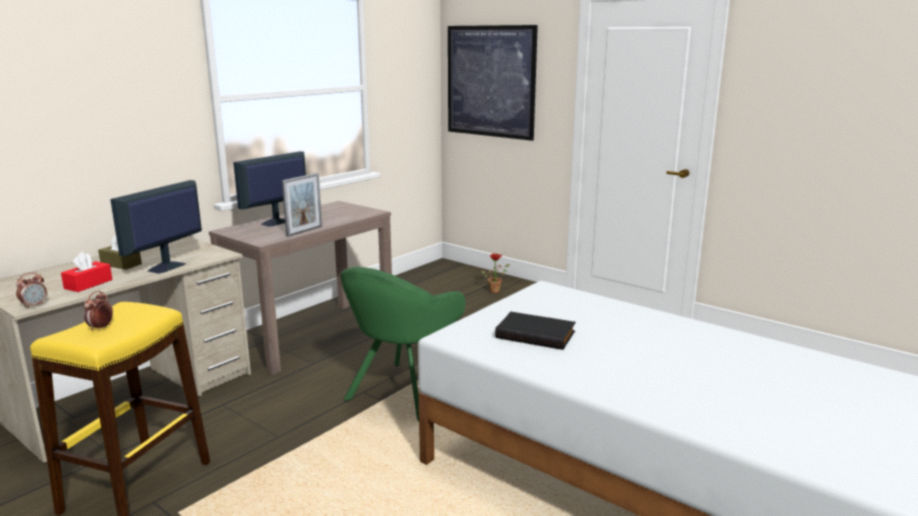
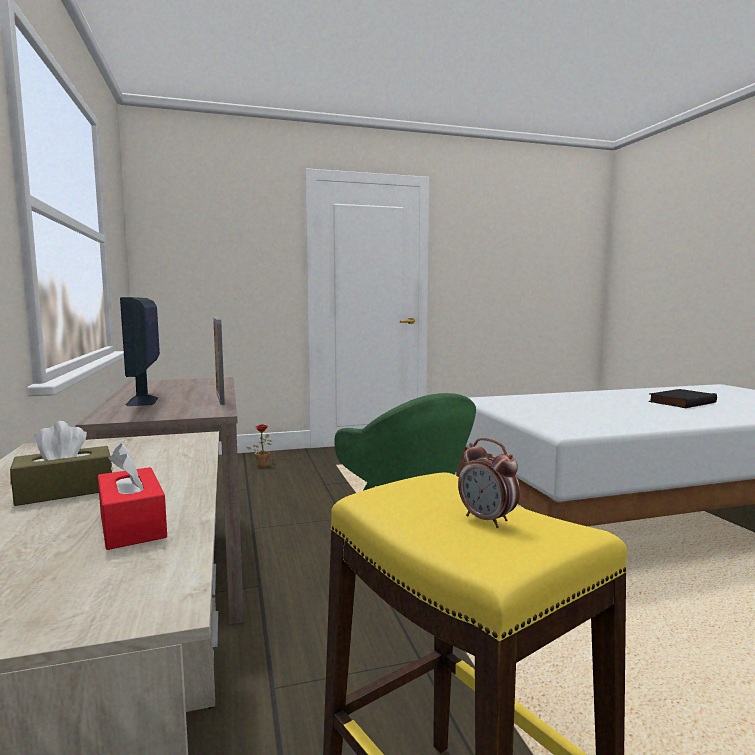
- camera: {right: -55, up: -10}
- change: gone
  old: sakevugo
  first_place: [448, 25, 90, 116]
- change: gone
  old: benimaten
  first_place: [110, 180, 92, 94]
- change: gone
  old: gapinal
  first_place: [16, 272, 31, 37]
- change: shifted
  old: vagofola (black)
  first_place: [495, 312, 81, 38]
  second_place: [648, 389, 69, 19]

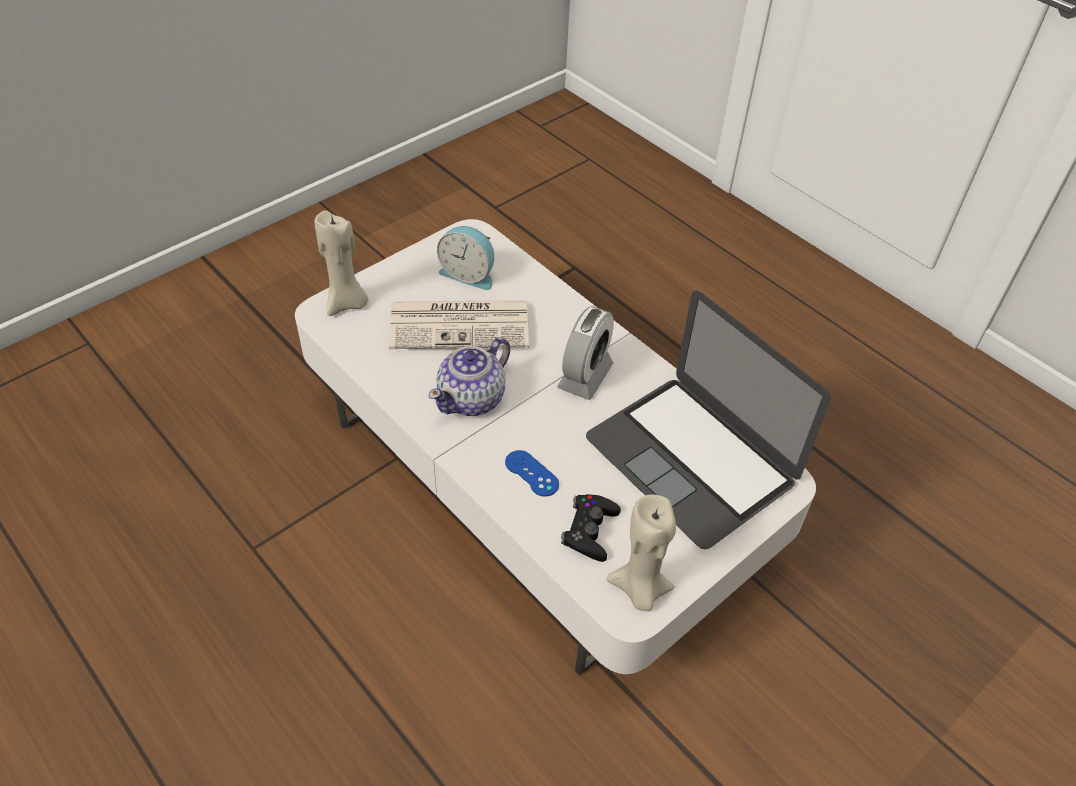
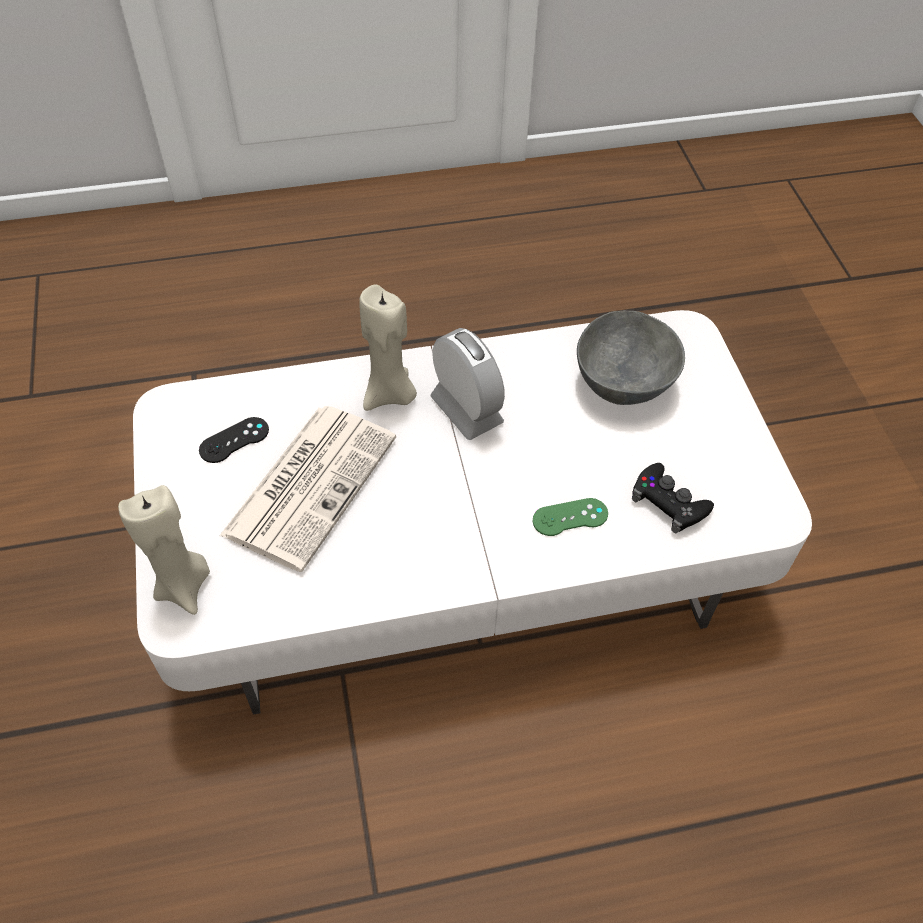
- camera: {right: -60, up: 5}
- change: swapped
  old: gapinal
  new: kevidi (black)
  first_place: [437, 226, 57, 64]
  second_place: [199, 417, 70, 46]
- change: swapped
  old: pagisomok
  new: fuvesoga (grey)
  first_place: [586, 291, 245, 258]
  second_place: [577, 311, 108, 94]
- change: gone
  old: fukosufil
  first_place: [429, 337, 81, 79]
- change: repainted
  old: kevidi (blue)
  new: kevidi (green)
  first_place: [505, 450, 54, 47]
  second_place: [533, 498, 75, 38]
- change: shifted
  old: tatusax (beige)
  first_place: [607, 495, 69, 116]
  second_place: [359, 284, 58, 127]

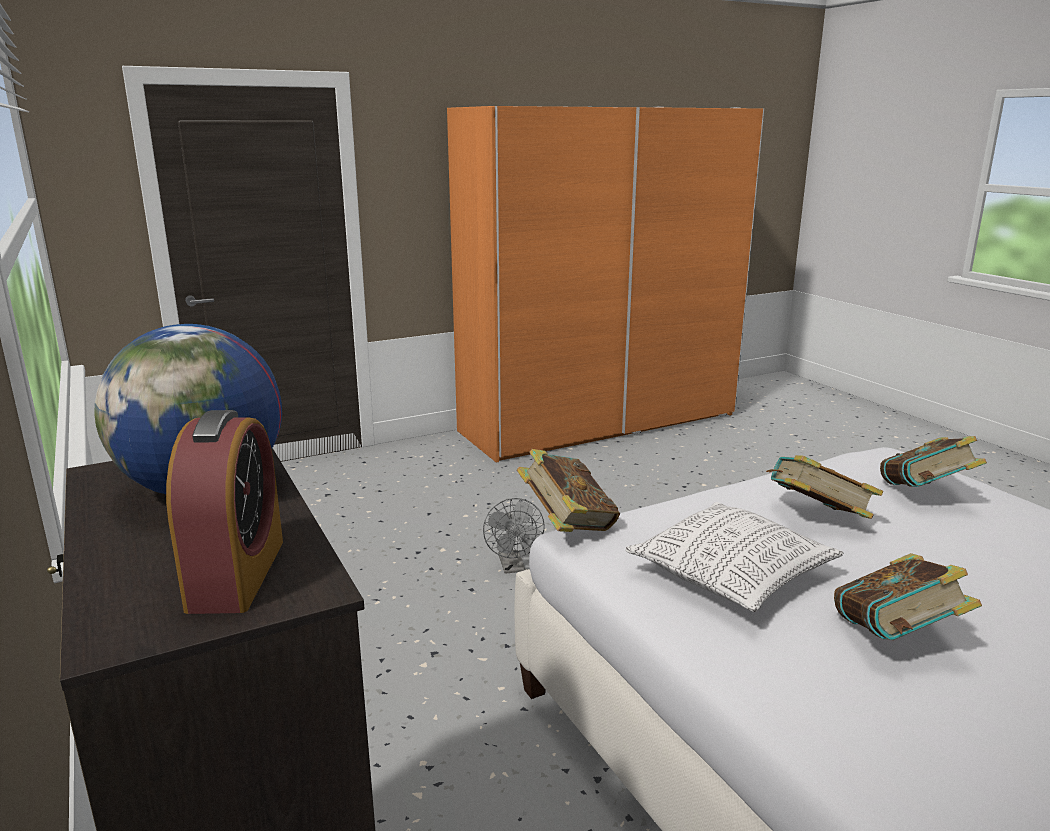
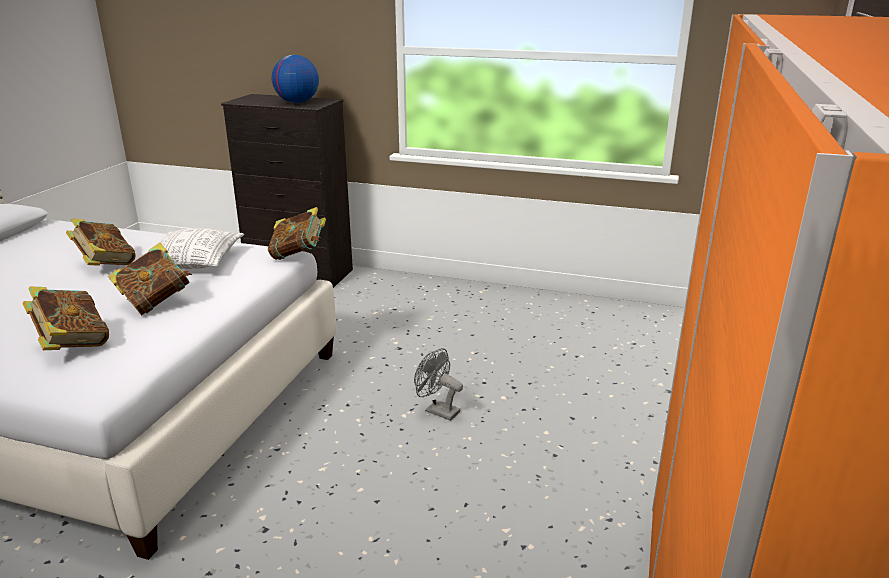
- camera: {right: 135, up: 5}
- change: gone
  old: gapinal
  first_place: [166, 410, 117, 204]

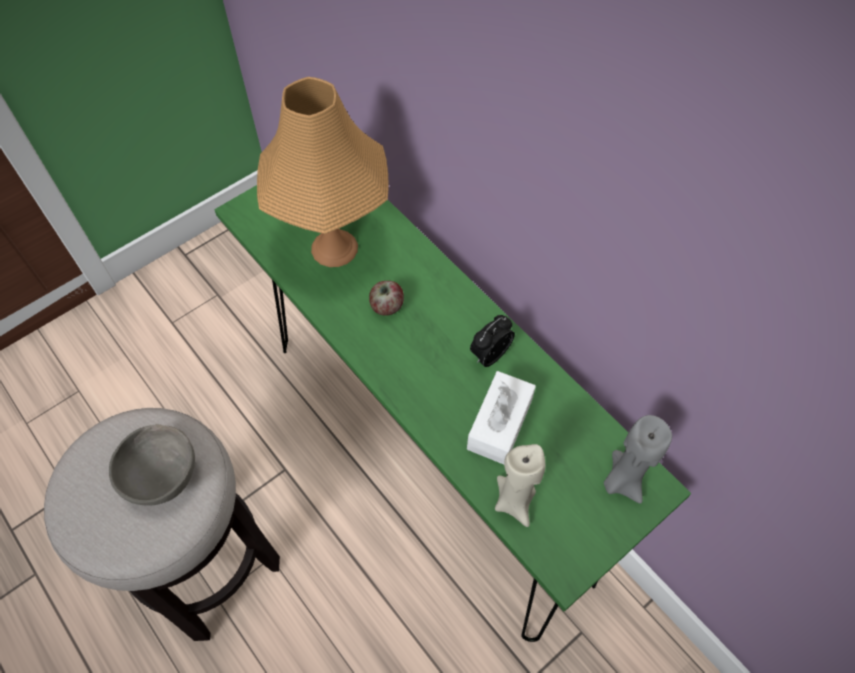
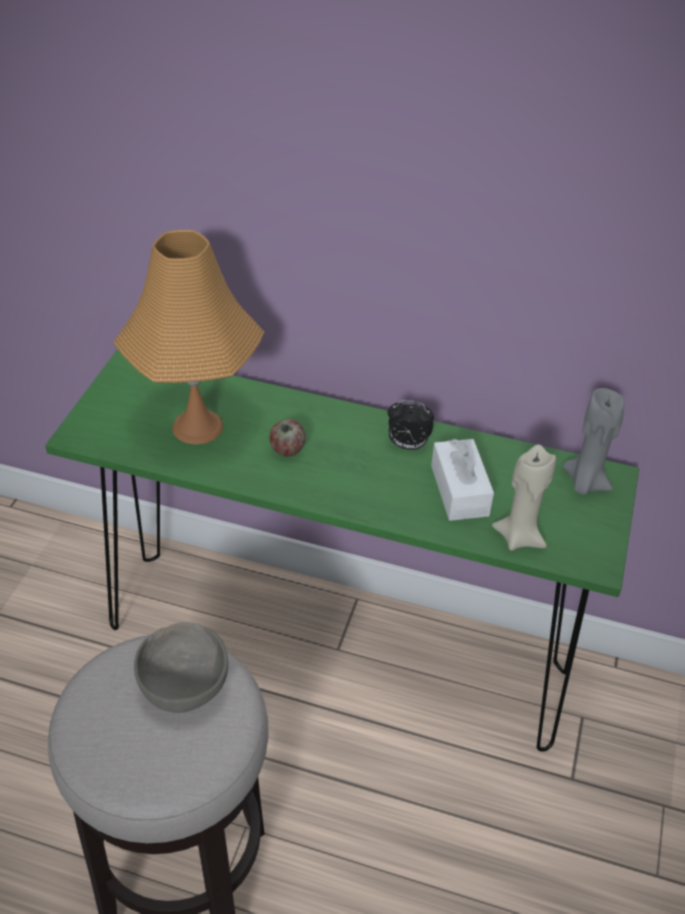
- camera: {right: -35, up: -15}
- change: rotated
  old: gapinal
  first_place: [470, 315, 45, 52]
  second_place: [388, 400, 46, 50]
  degrees: -90

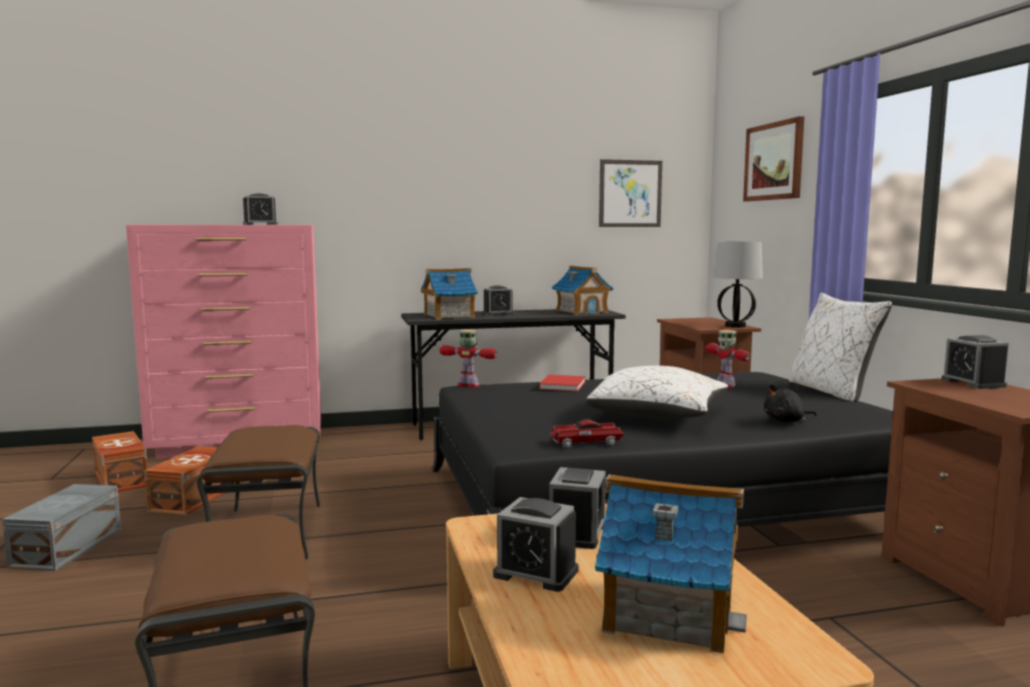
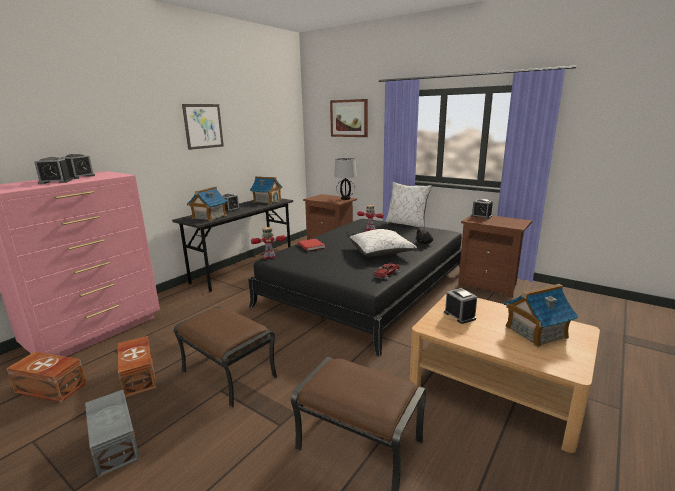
- camera: {right: -40, up: 10}
- change: shifted
  old: sakevugo
  first_place: [599, 159, 63, 68]
  second_place: [182, 104, 42, 46]
- change: shifted
  old: gapinal
  first_place: [493, 497, 86, 95]
  second_place: [34, 157, 38, 27]

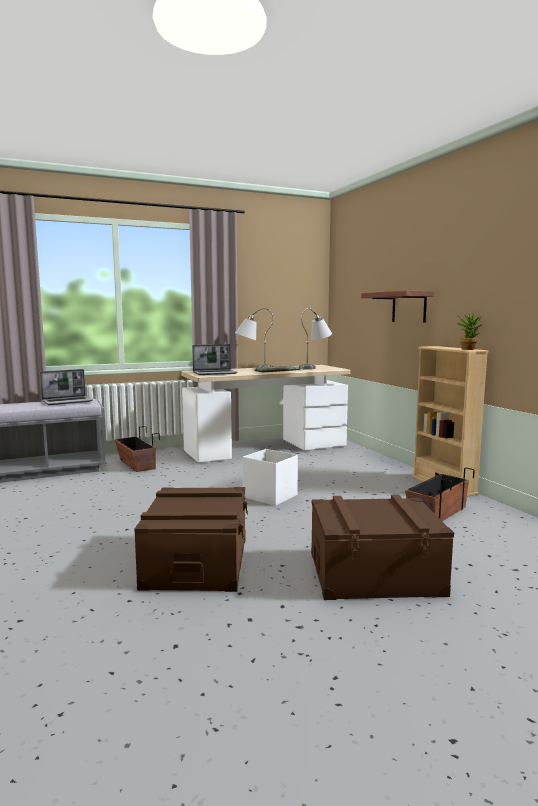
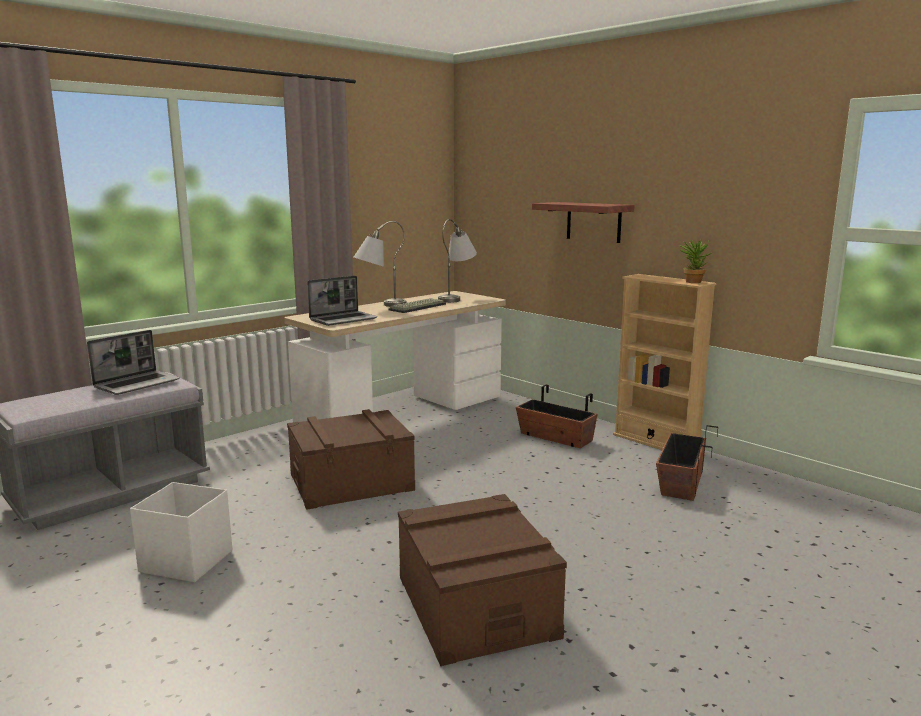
- camera: {right: -20, up: 5}
- change: shifted
  old: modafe
  first_place: [115, 426, 45, 46]
  second_place: [516, 385, 82, 63]
- change: shifted
  old: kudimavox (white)
  first_place: [243, 449, 55, 57]
  second_place: [130, 482, 102, 100]
- change: shifted
  old: kudimavox (brown)
  first_place: [311, 495, 143, 105]
  second_place: [287, 409, 128, 101]

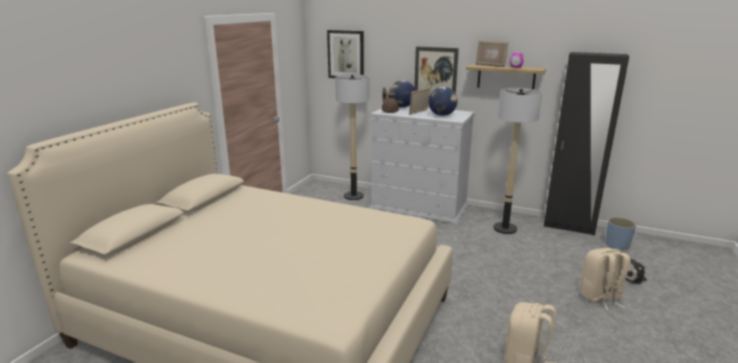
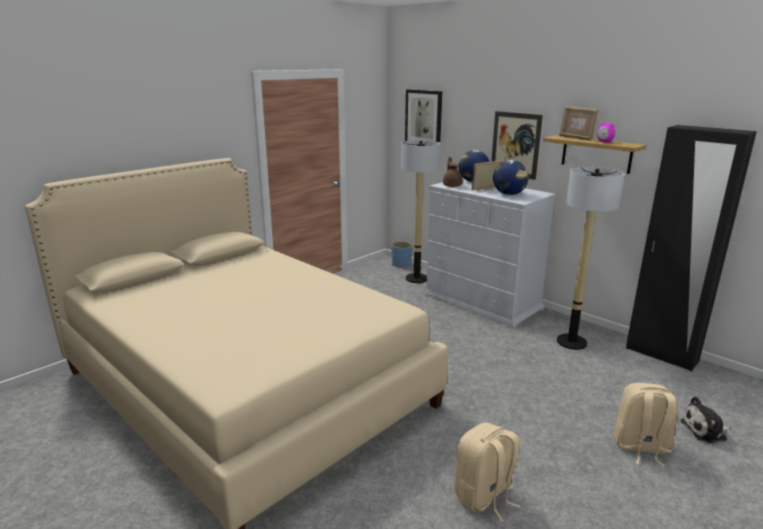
- camera: {right: 20, up: 0}
- change: shifted
  old: modafe (blue)
  first_place: [605, 217, 31, 33]
  second_place: [391, 241, 22, 27]

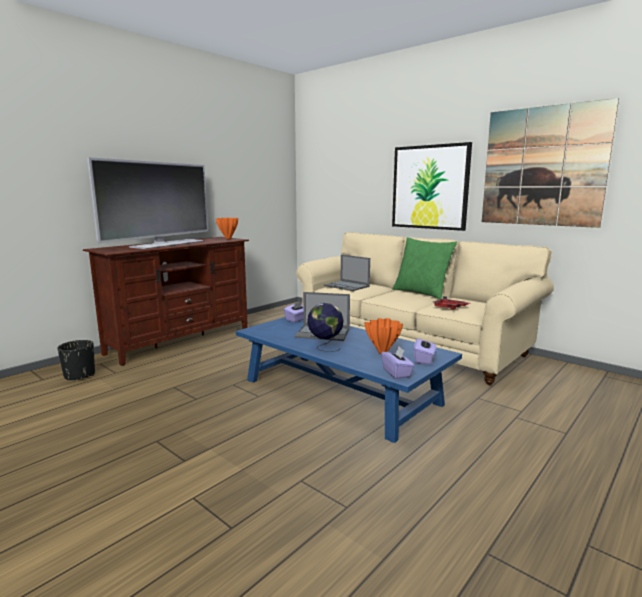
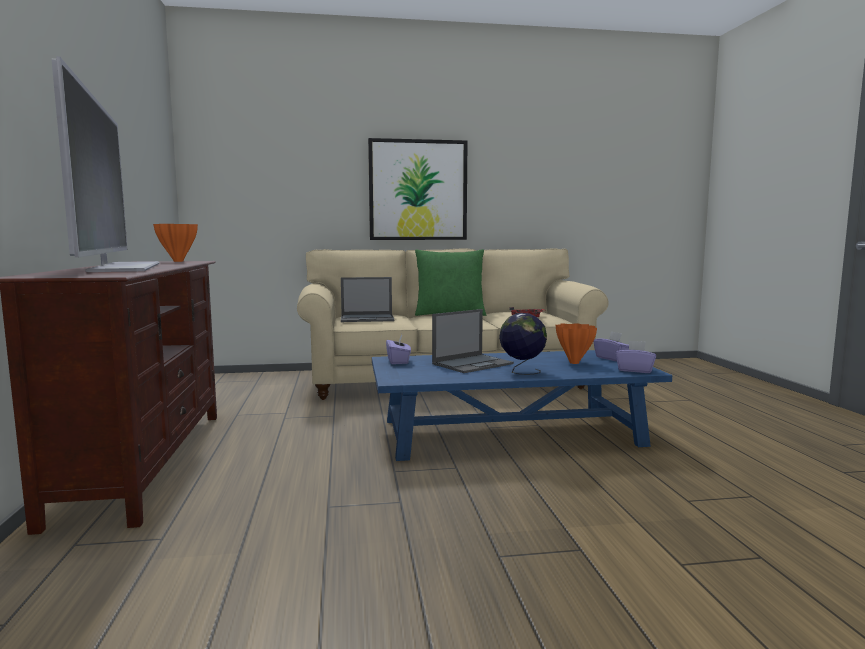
- camera: {right: -50, up: -5}
- change: gone
  old: sakevugo
  first_place: [482, 98, 137, 130]
- change: gone
  old: modafe (black)
  first_place: [57, 340, 38, 41]

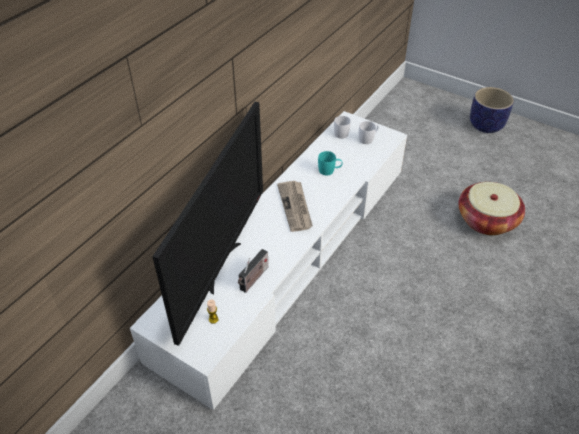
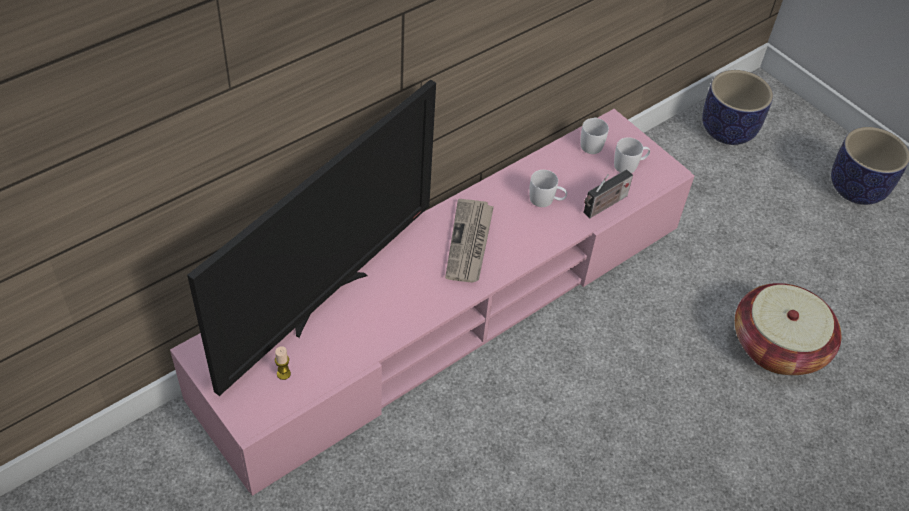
- camera: {right: 15, up: 5}
- change: repainted
  old: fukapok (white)
  new: fukapok (pink)
  first_place: [130, 111, 277, 299]
  second_place: [170, 109, 524, 387]
- change: repainted
  old: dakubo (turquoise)
  new: dakubo (white)
  first_place: [318, 151, 25, 24]
  second_place: [529, 170, 38, 37]
- change: shifted
  old: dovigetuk
  first_place: [238, 249, 31, 44]
  second_place: [584, 170, 49, 48]
- change: new
  new: modafe
  second_place: [702, 70, 71, 75]

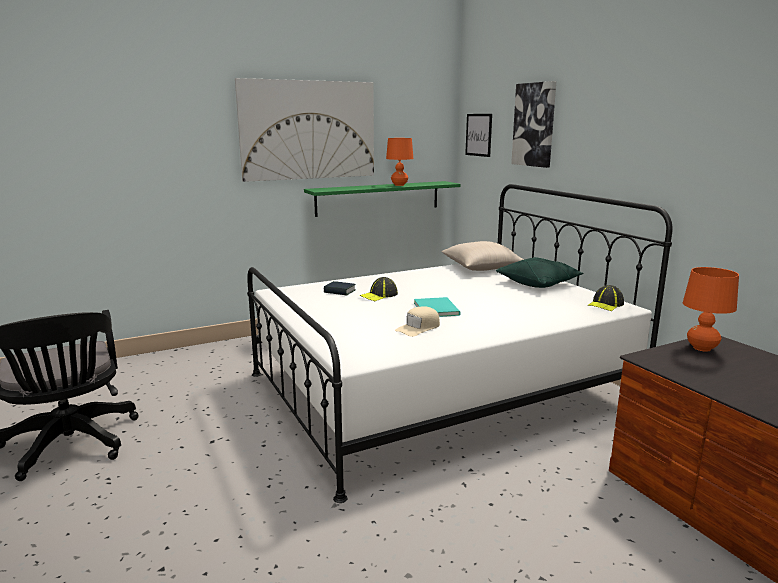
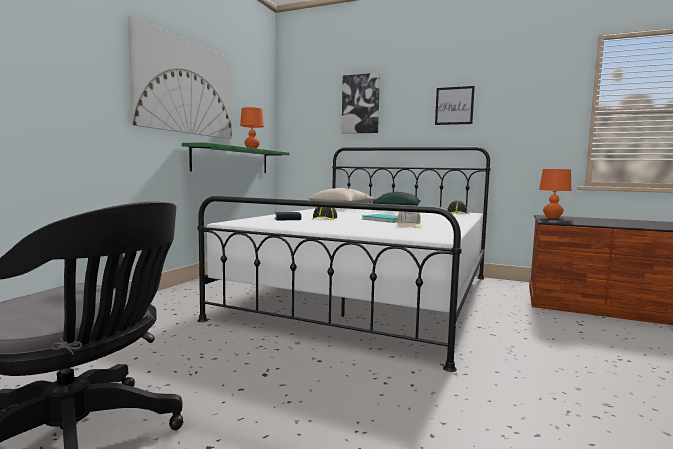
- camera: {right: -40, up: -10}
- change: shifted
  old: sakevugo
  first_place: [465, 114, 27, 43]
  second_place: [435, 86, 40, 39]

